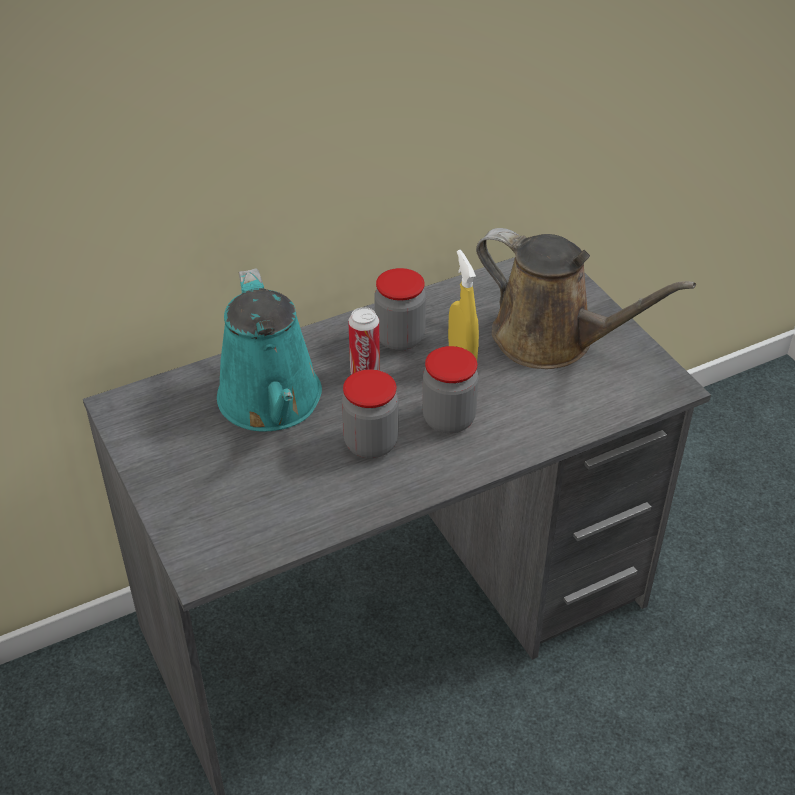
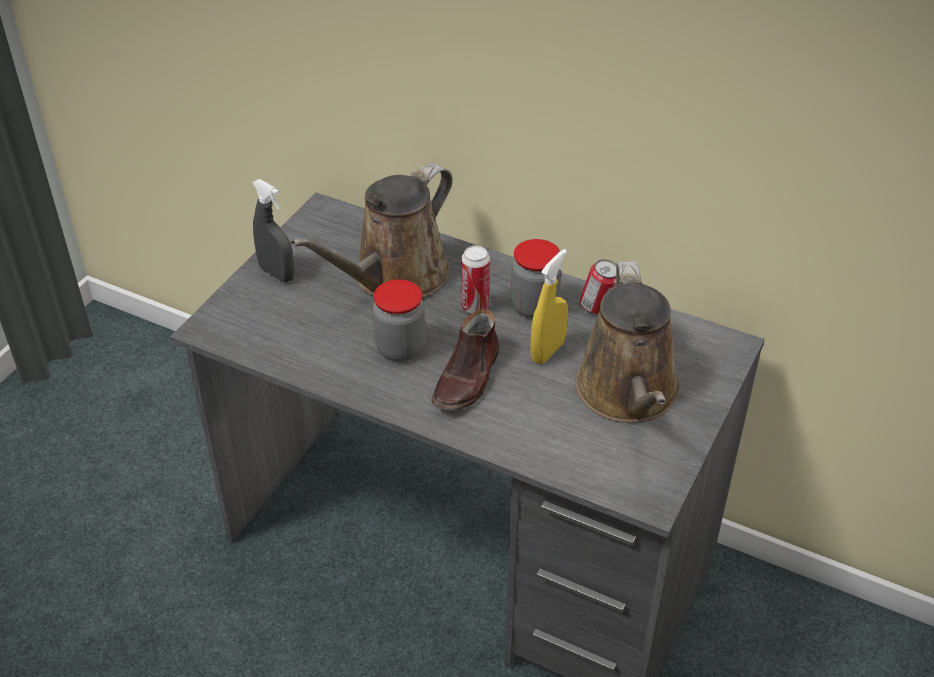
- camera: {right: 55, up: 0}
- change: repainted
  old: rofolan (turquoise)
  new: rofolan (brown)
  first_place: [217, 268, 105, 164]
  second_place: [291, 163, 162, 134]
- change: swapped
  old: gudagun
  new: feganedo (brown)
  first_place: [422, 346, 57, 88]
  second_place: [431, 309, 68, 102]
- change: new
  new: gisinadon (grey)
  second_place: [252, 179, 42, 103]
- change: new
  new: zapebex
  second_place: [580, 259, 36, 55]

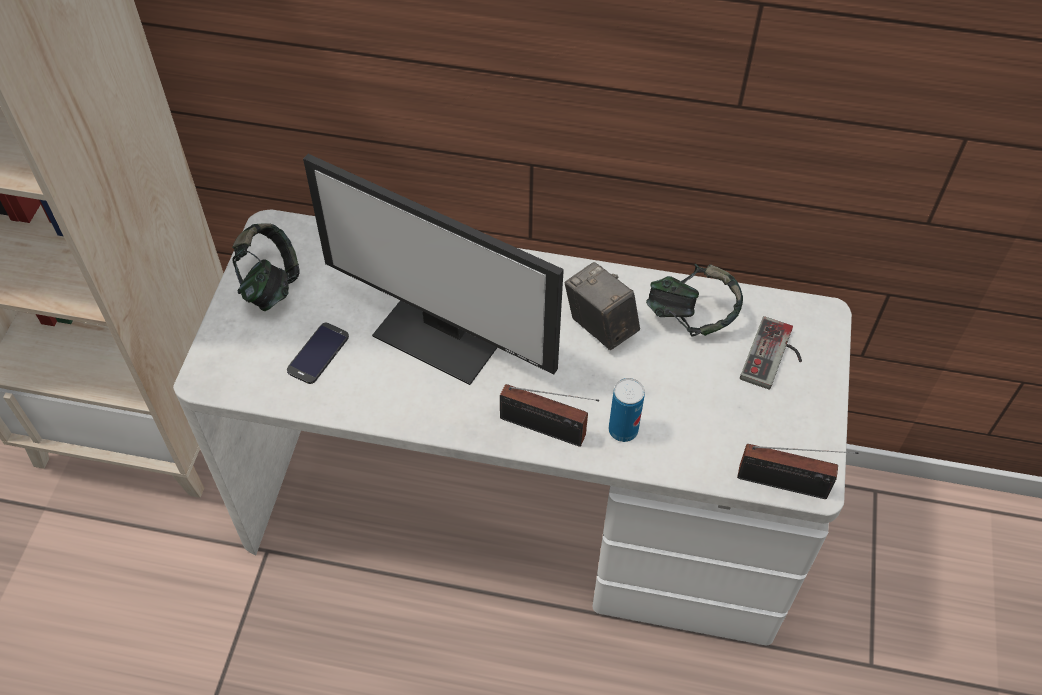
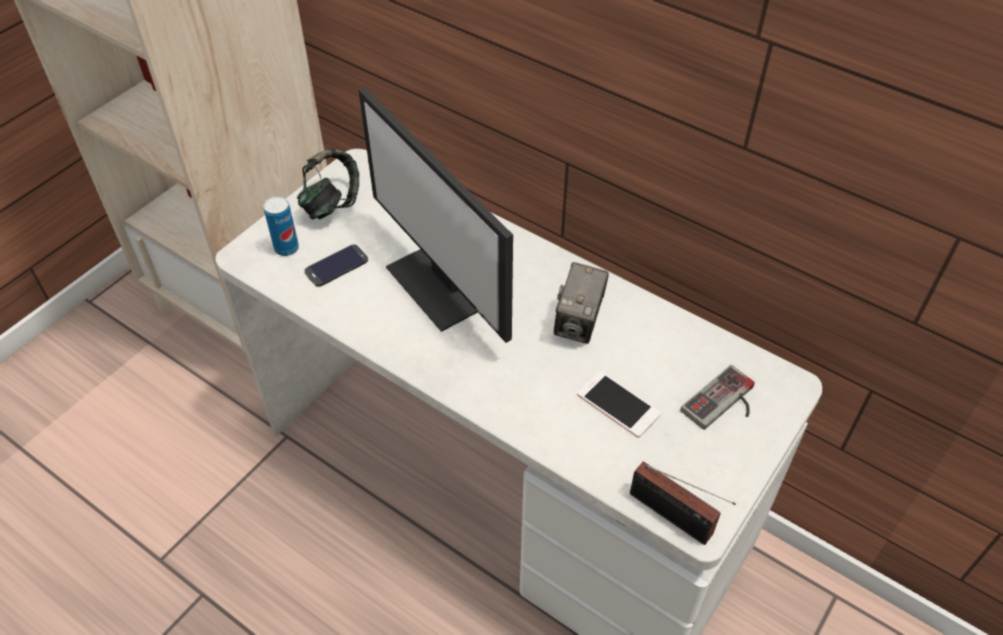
- camera: {right: 25, up: -5}
- change: rotated
  old: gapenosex
  first_place: [565, 262, 75, 88]
  second_place: [554, 262, 55, 82]
  degrees: -150
- change: gone
  old: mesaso
  first_place: [646, 264, 97, 73]
- change: shifted
  old: zapebex
  first_place: [609, 378, 36, 64]
  second_place: [263, 196, 36, 60]
- change: gone
  old: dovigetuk
  first_place: [500, 384, 99, 63]
- change: new
  new: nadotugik
  second_place: [577, 371, 84, 67]

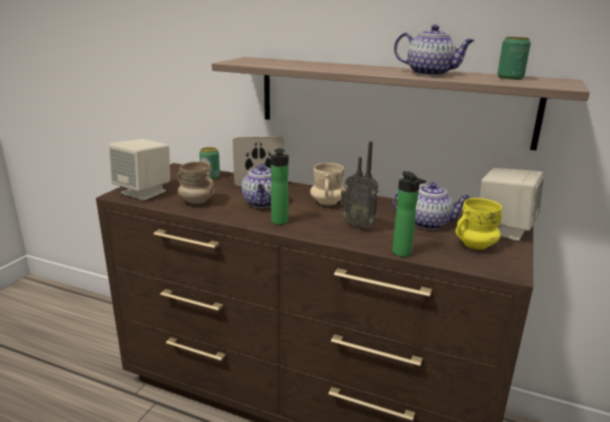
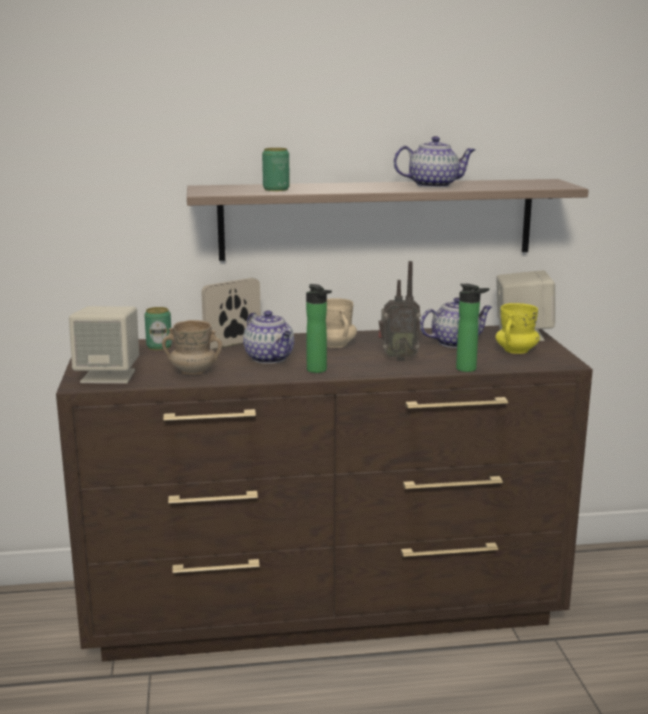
- camera: {right: -30, up: -5}
- change: shifted
  old: zapebex
  first_place: [497, 37, 34, 43]
  second_place: [262, 148, 28, 43]

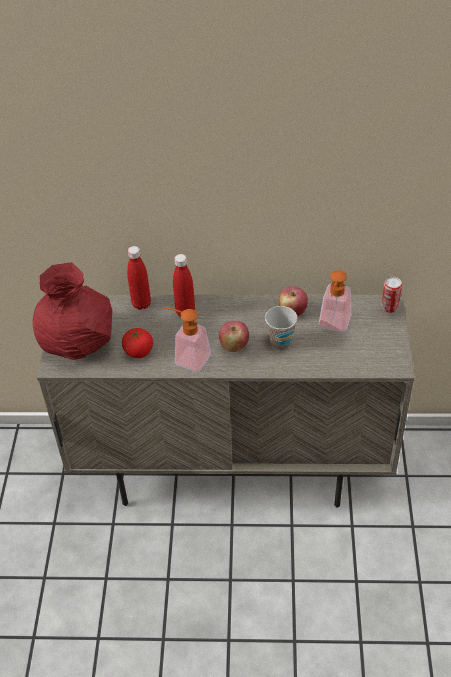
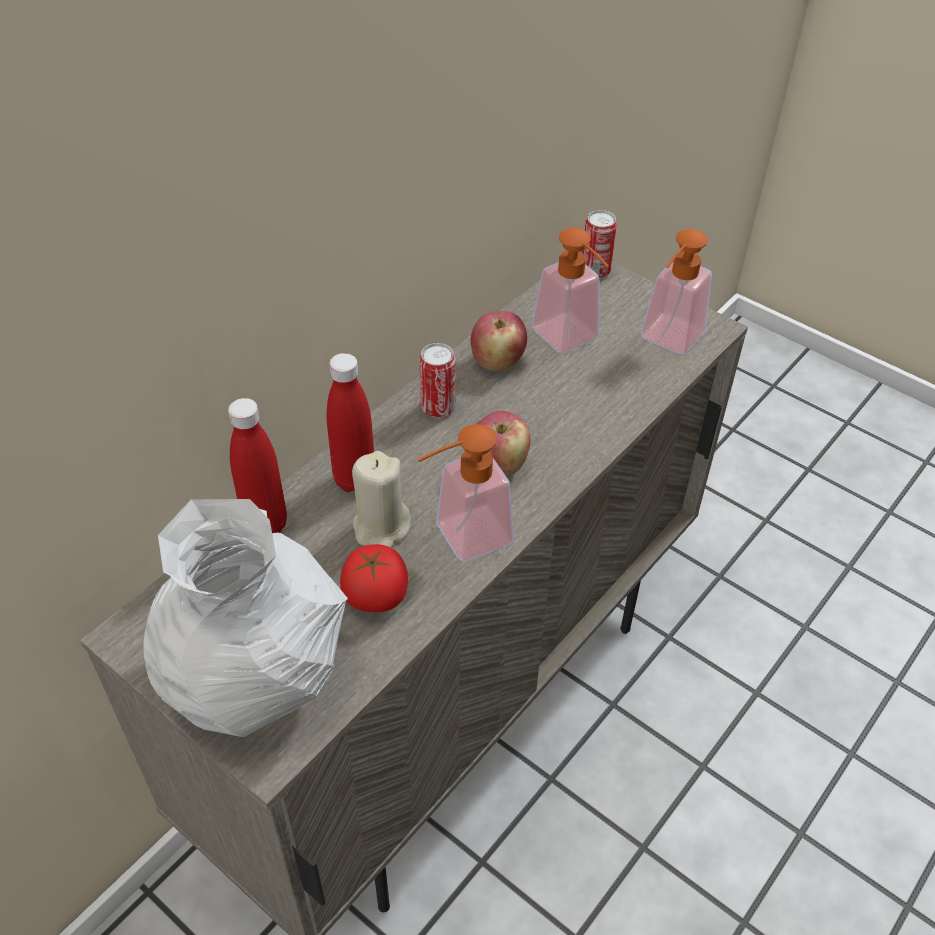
- camera: {right: -55, up: 0}
- change: repainted
  old: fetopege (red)
  new: fetopege (white)
  first_place: [33, 262, 80, 98]
  second_place: [144, 499, 204, 238]
- change: gone
  old: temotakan
  first_place: [265, 306, 33, 44]
- change: new
  new: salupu
  second_place: [641, 229, 71, 125]
- change: new
  new: zapebex
  second_place: [419, 343, 37, 75]
- change: new
  new: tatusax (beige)
  second_place: [352, 451, 59, 97]

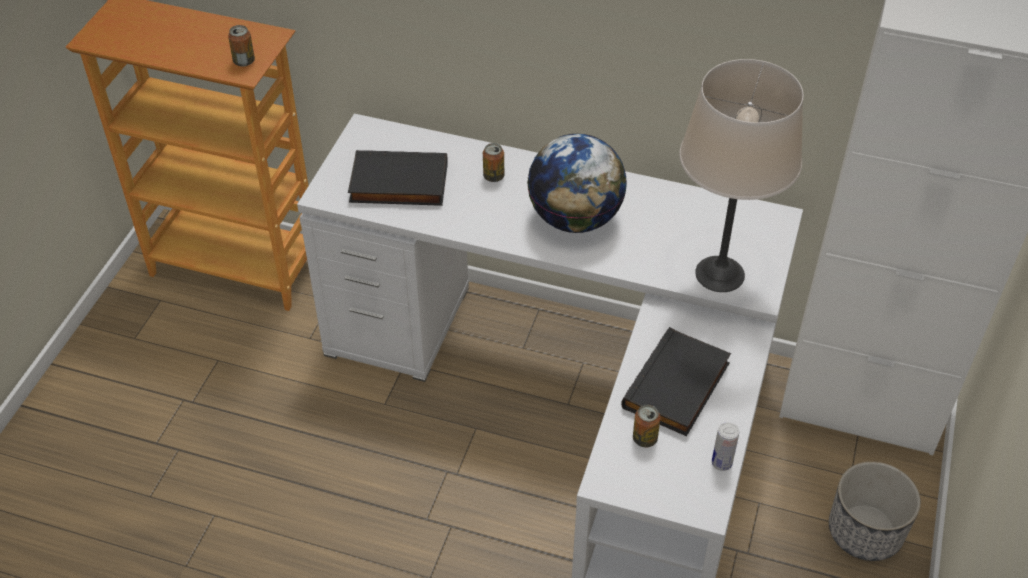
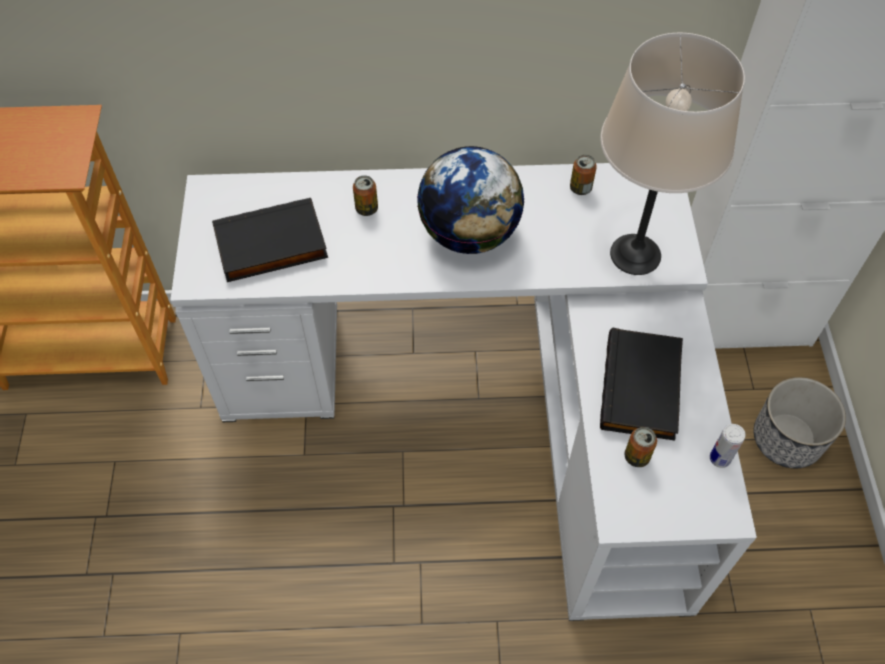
- camera: {right: -20, up: 10}
- change: shifted
  old: zapebex
  first_place: [228, 25, 27, 42]
  second_place: [570, 155, 27, 40]

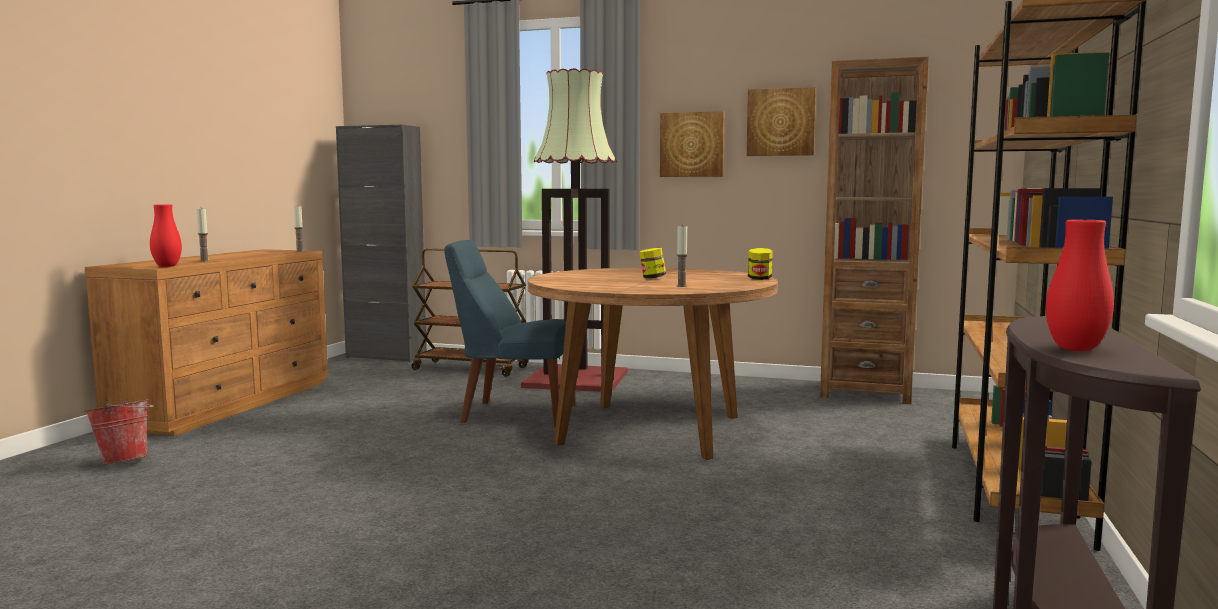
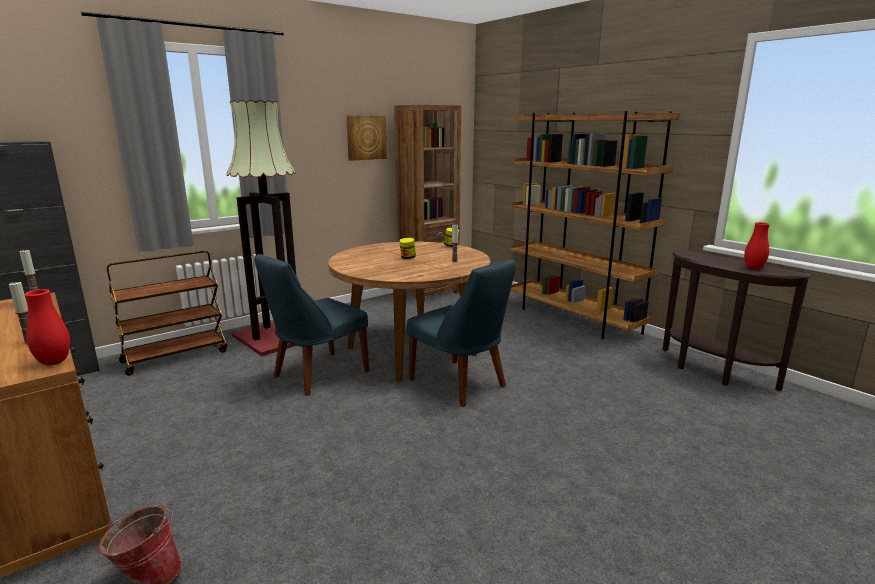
- camera: {right: -55, up: 10}
- change: gone
  old: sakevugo
  first_place: [660, 111, 64, 66]
- change: new
  new: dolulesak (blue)
  second_place: [407, 260, 109, 147]

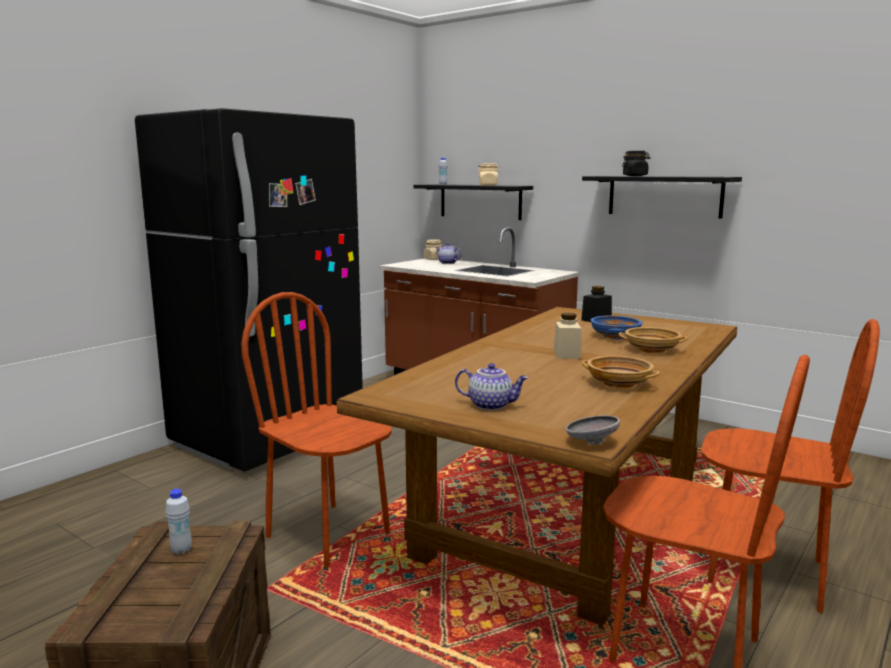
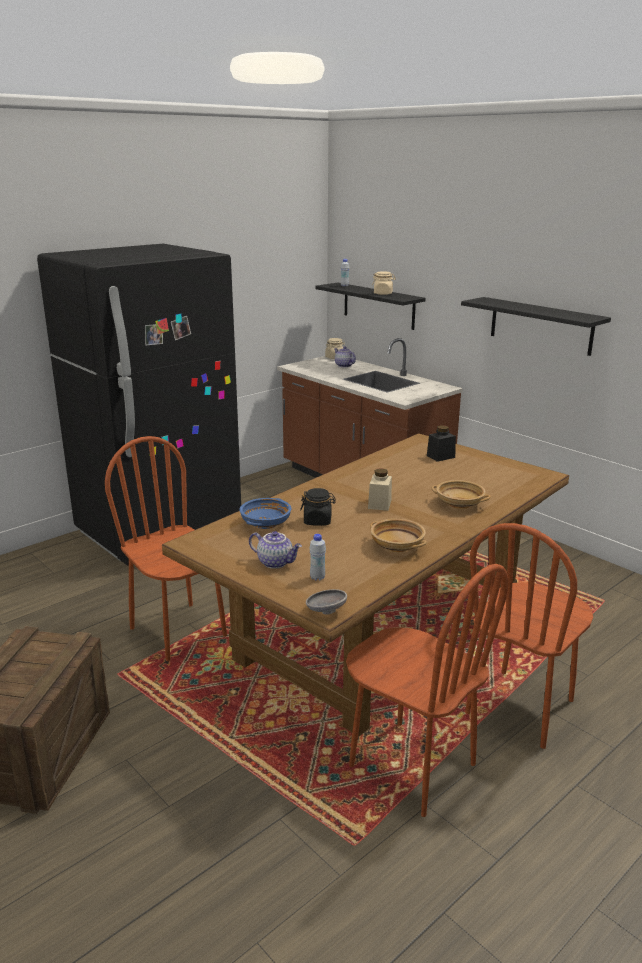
- camera: {right: 10, up: 10}
- change: shifted
  old: gudagun (black)
  first_place: [622, 151, 28, 25]
  second_place: [300, 488, 36, 38]
- change: shifted
  old: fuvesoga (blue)
  first_place: [591, 315, 52, 24]
  second_place: [240, 498, 52, 31]
- change: rotated
  old: dolulesak (brown)
  first_place: [701, 319, 178, 294]
  second_place: [465, 523, 128, 226]
  degrees: 90
- change: shifted
  old: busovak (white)
  first_place: [166, 489, 26, 65]
  second_place: [309, 534, 17, 47]

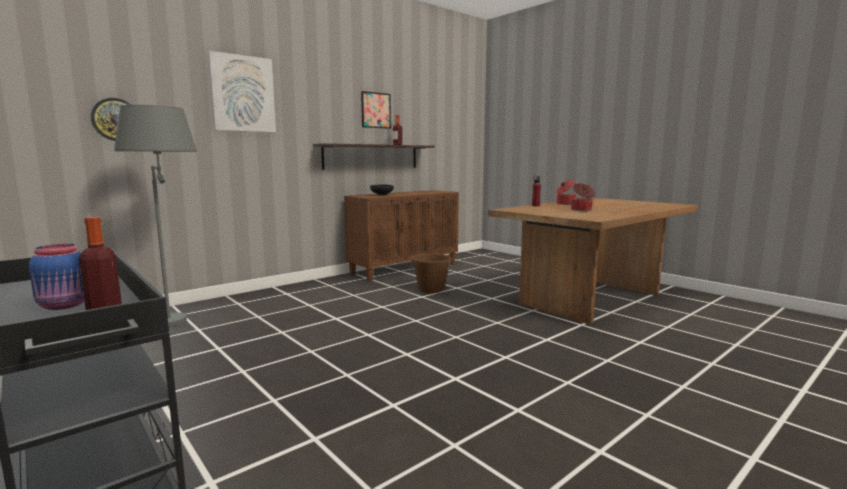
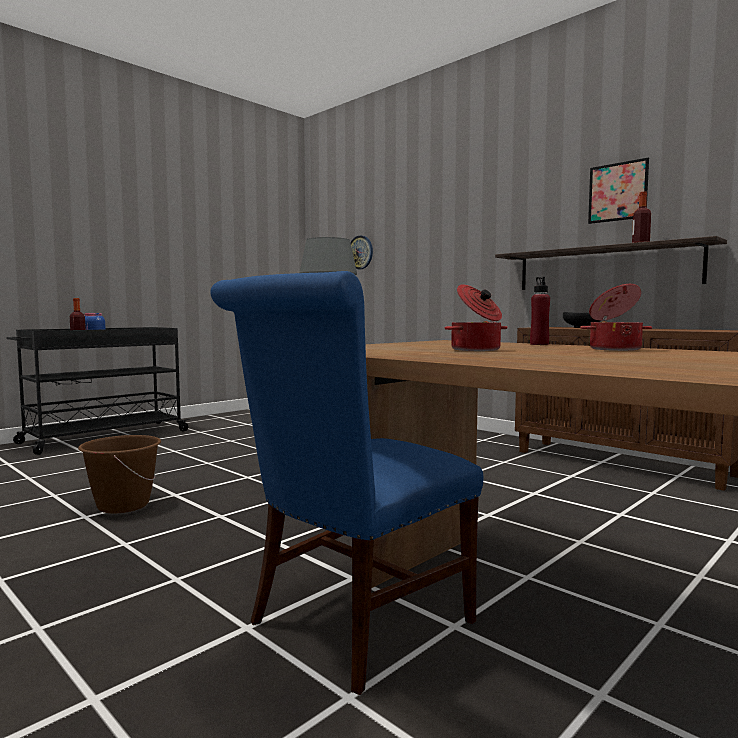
- camera: {right: 85, up: -5}
- change: gone
  old: sakevugo
  first_place: [208, 51, 68, 81]
- change: shifted
  old: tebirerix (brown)
  first_place: [411, 254, 40, 39]
  second_place: [78, 435, 83, 78]
- change: new
  new: dolulesak (blue)
  second_place: [210, 271, 273, 424]

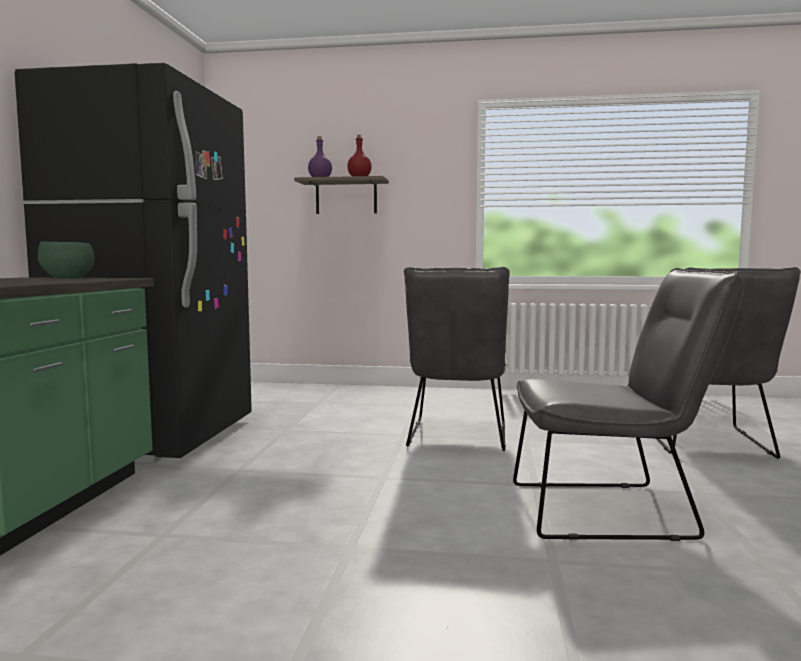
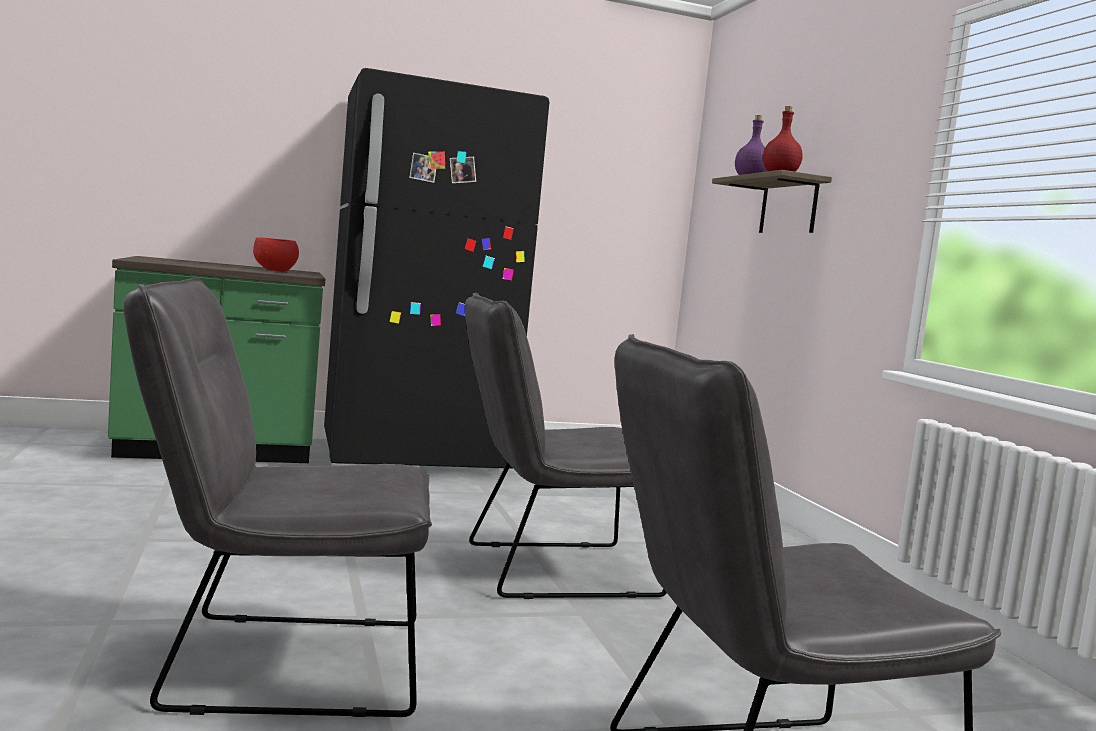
- camera: {right: 65, up: 0}
- change: repainted
  old: fuvesoga (green)
  new: fuvesoga (red)
  first_place: [38, 242, 57, 37]
  second_place: [253, 237, 46, 35]
- change: rotated
  old: dolulesak (grey)
  first_place: [513, 268, 232, 273]
  second_place: [124, 278, 308, 439]
  degrees: 105

